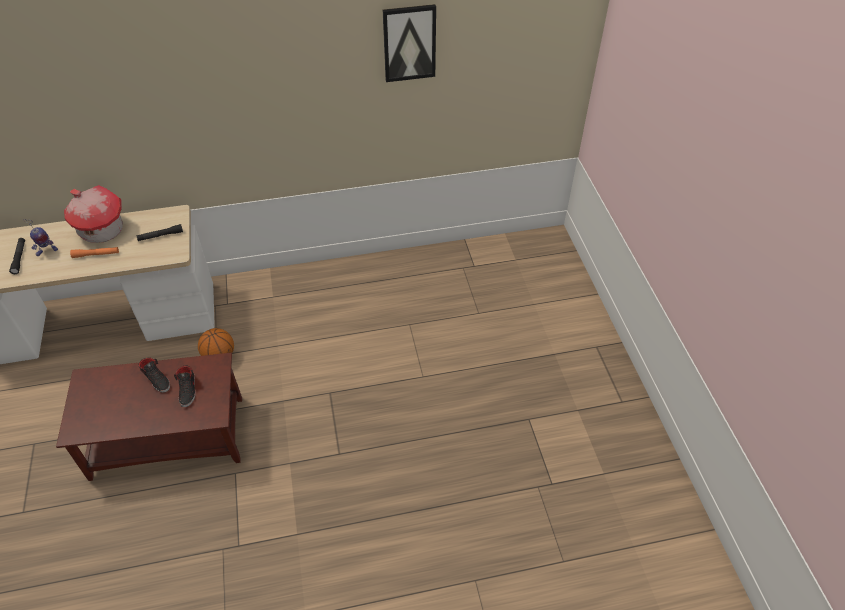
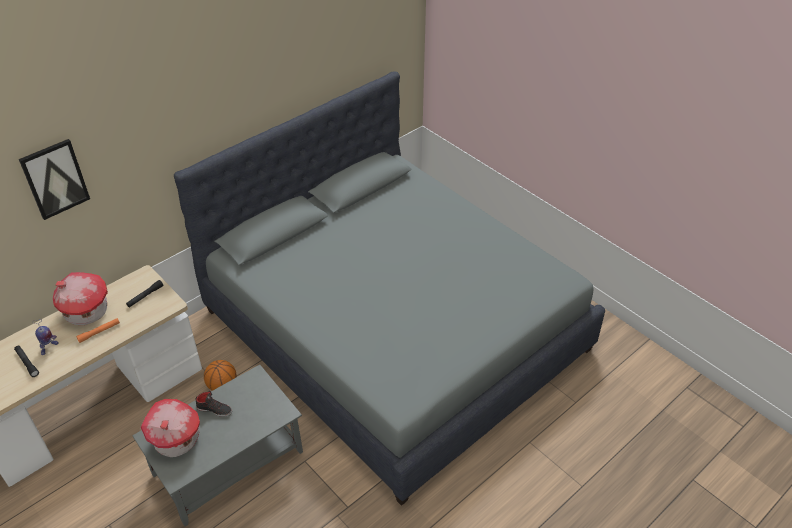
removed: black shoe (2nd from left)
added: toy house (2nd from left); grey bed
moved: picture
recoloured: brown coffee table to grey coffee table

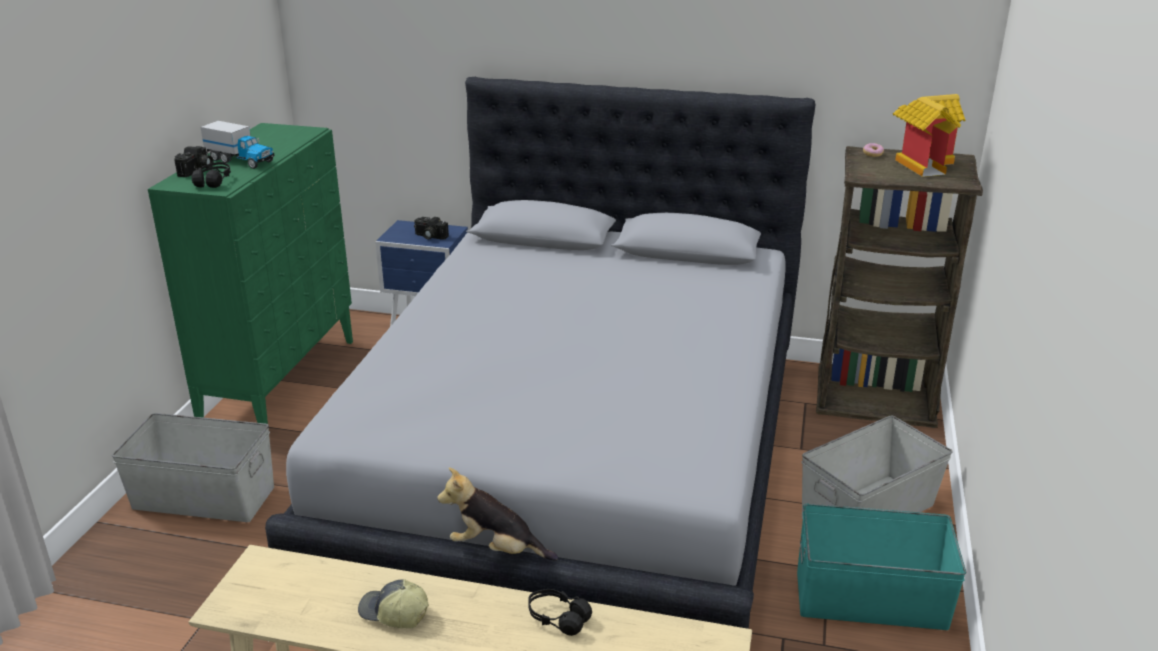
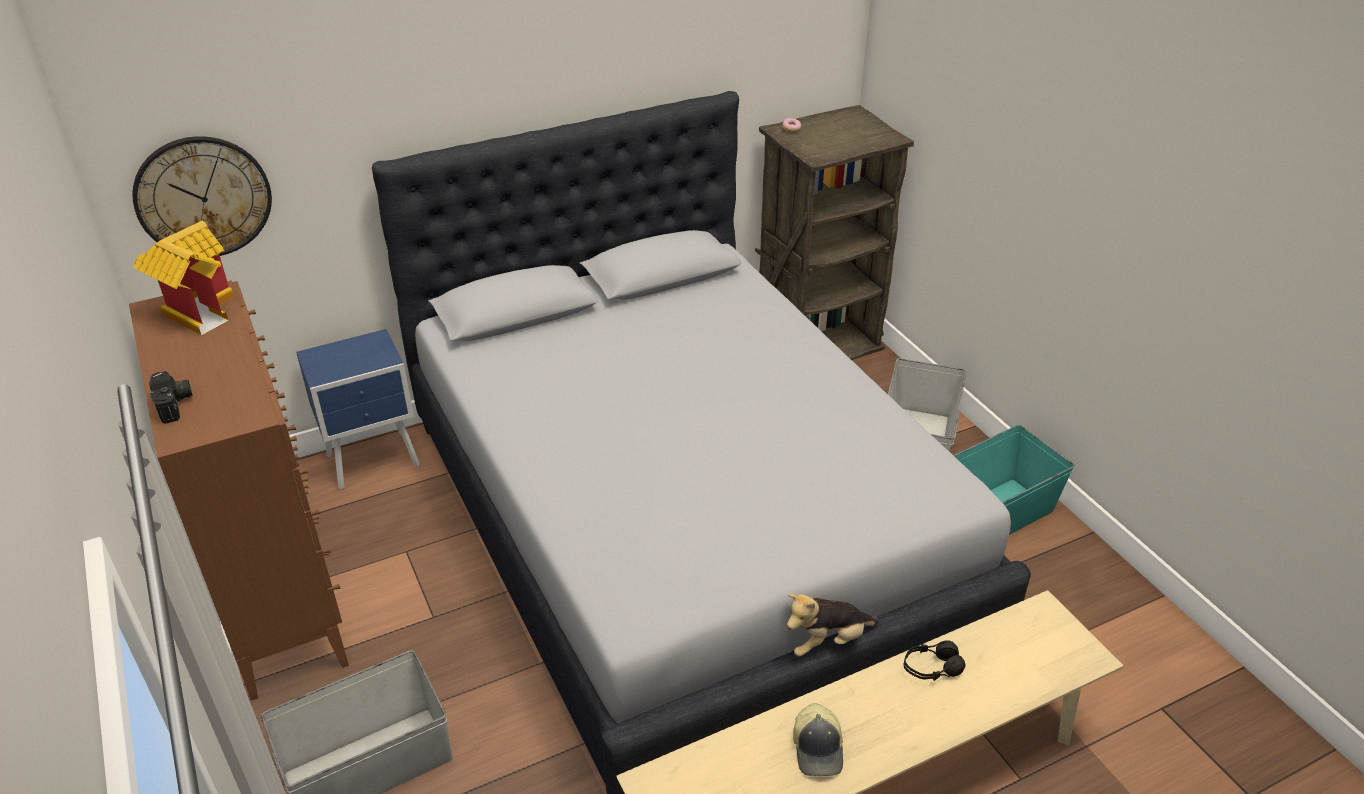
removed: black headphones (1st from left); toy truck; photo camera (2nd from left)
added: wall clock
moved: toy house
recoloured: green dresser to brown dresser
turned: cap 75 degrees counterclockwise

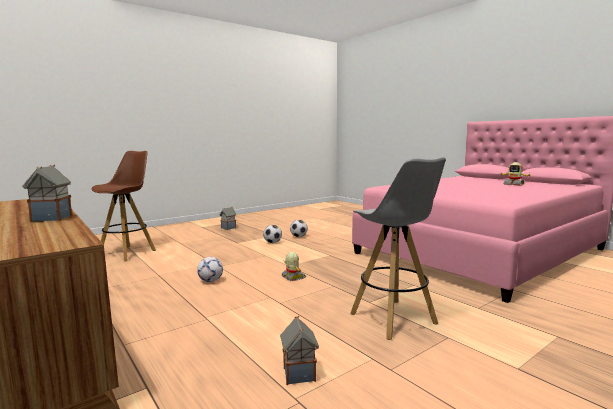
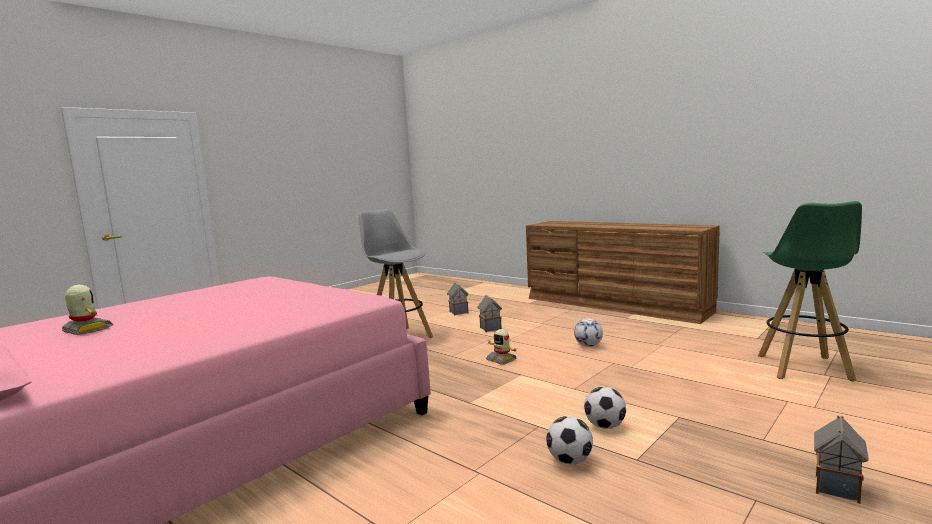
moved: toy house (1st from left in the first image) to toy house (2nd from left)
recoloured: brown stool to green stool

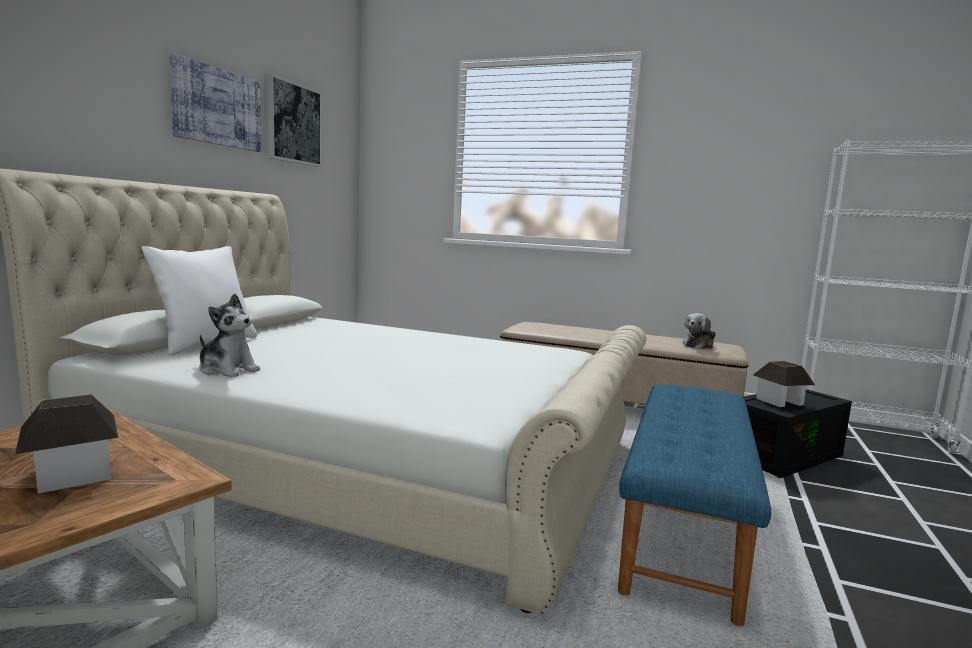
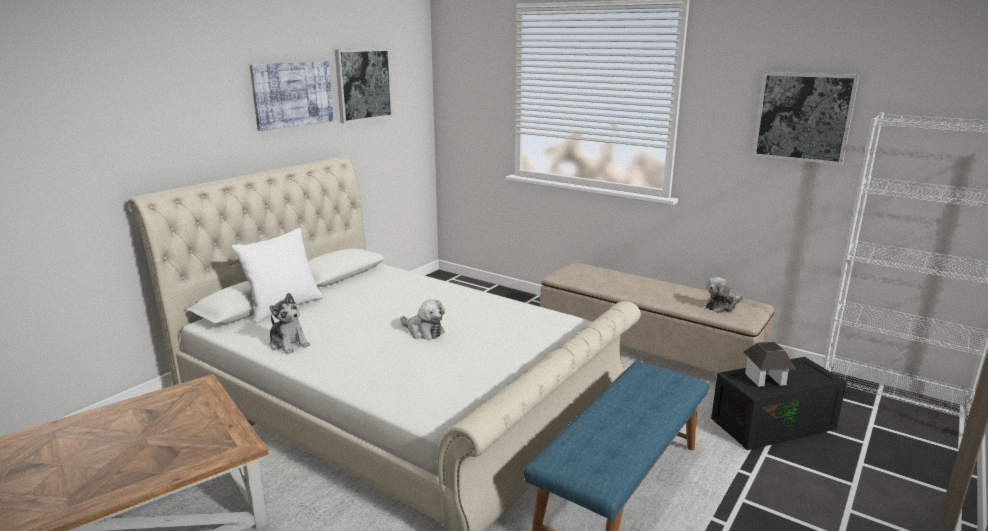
removed: toy house (1st from left)
added: plush toy (2nd from left); picture (3rd from left)

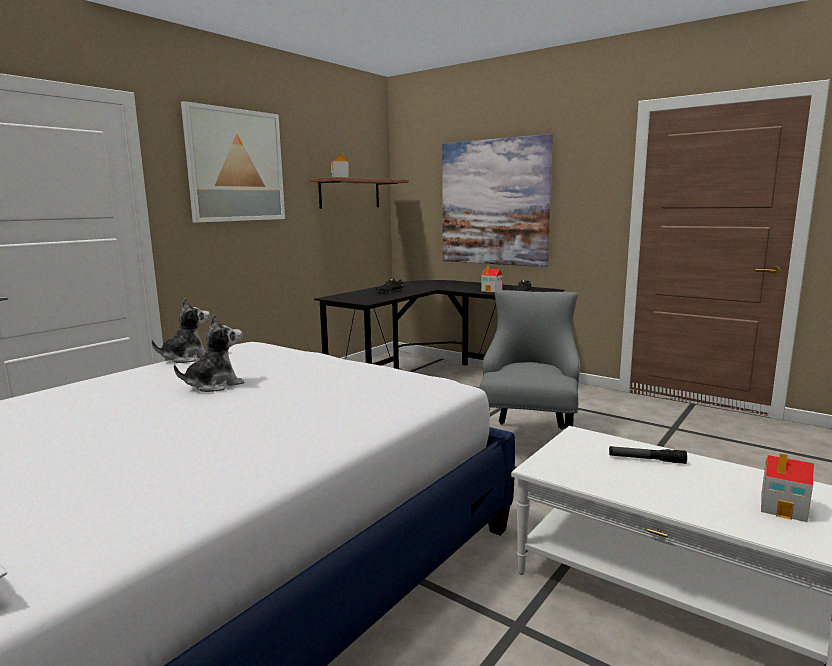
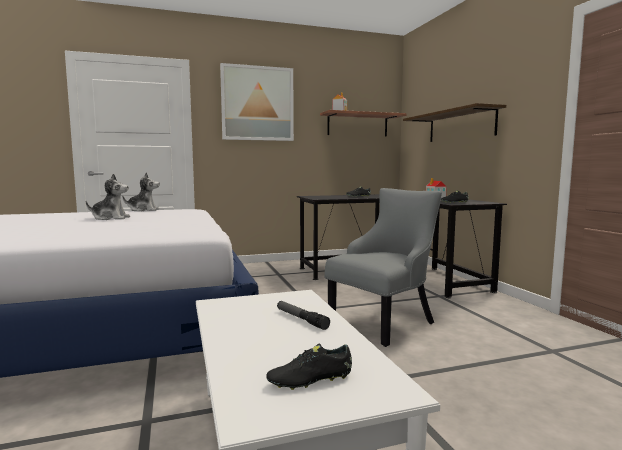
replaced: toy house (3rd from left) to black shoe (1st from left); picture (2nd from left) to shelf (2nd from left)

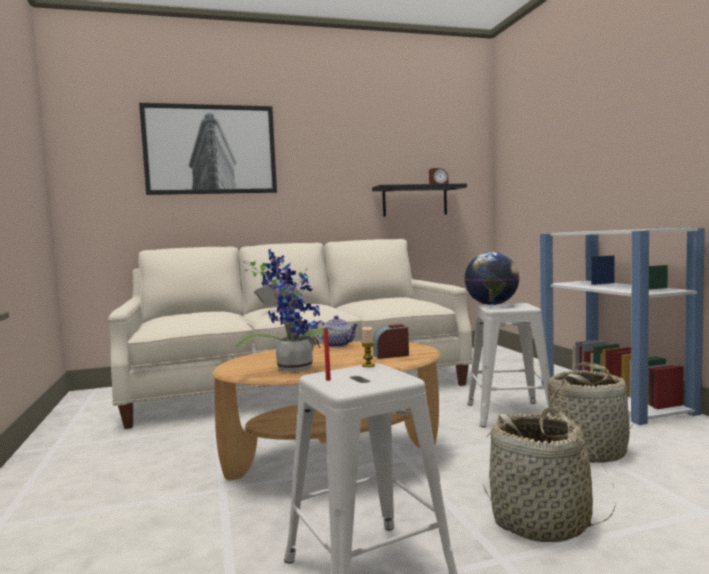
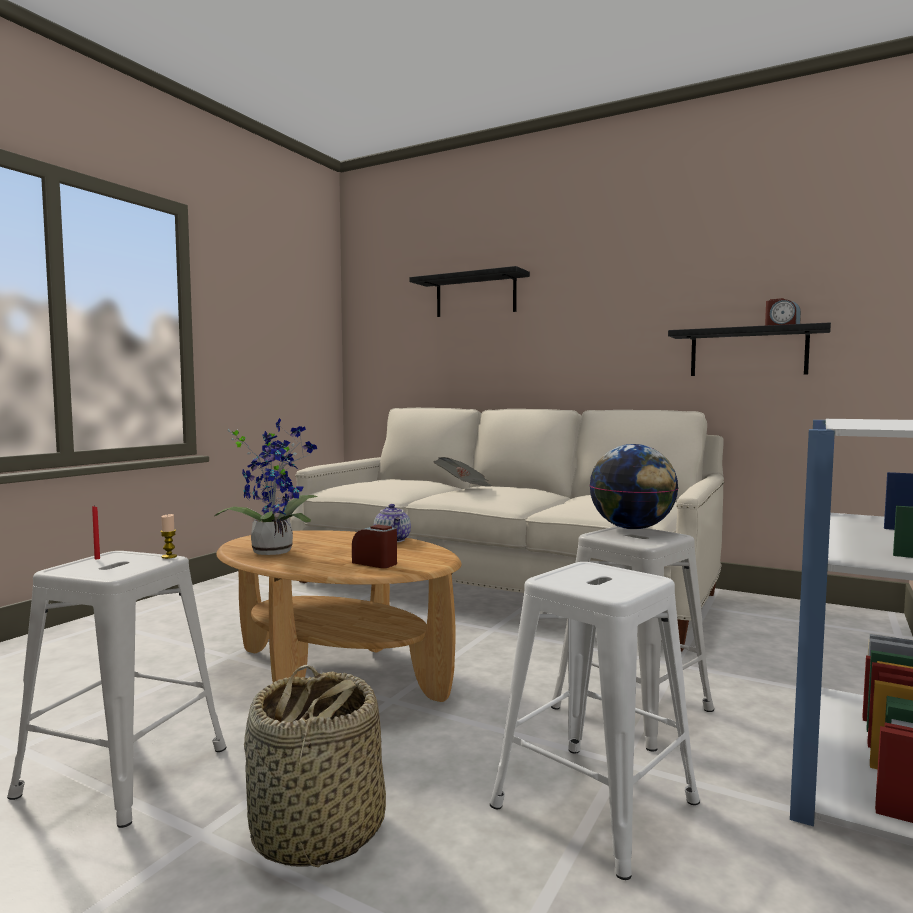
replaced: picture to black shelf (1st from left); basket (2nd from left) to white stool (2nd from left)

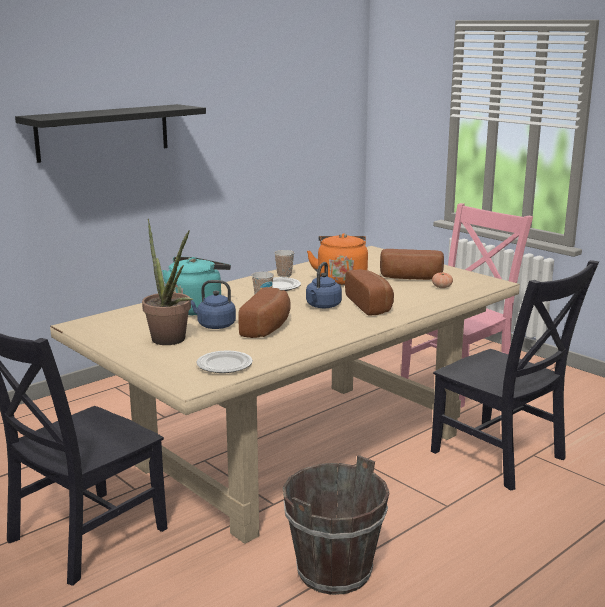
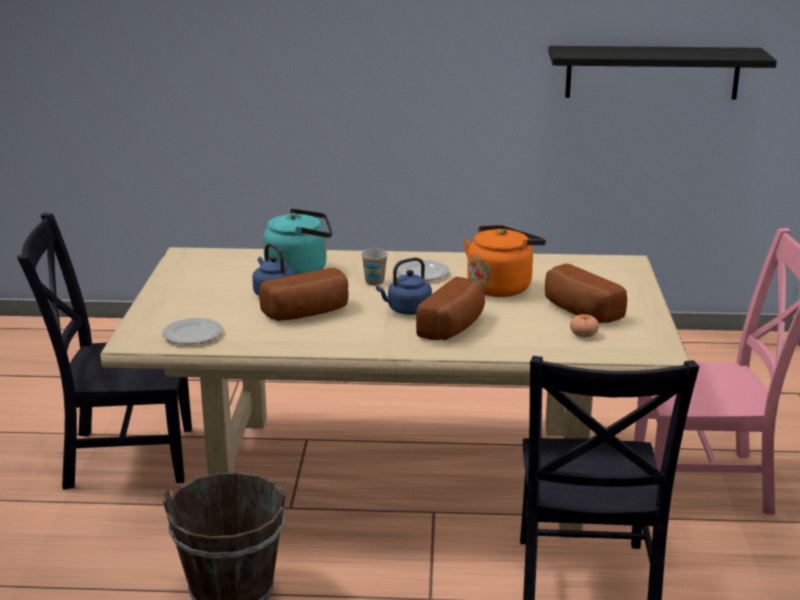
removed: potted plant; cup (2nd from left)
moved: black shelf

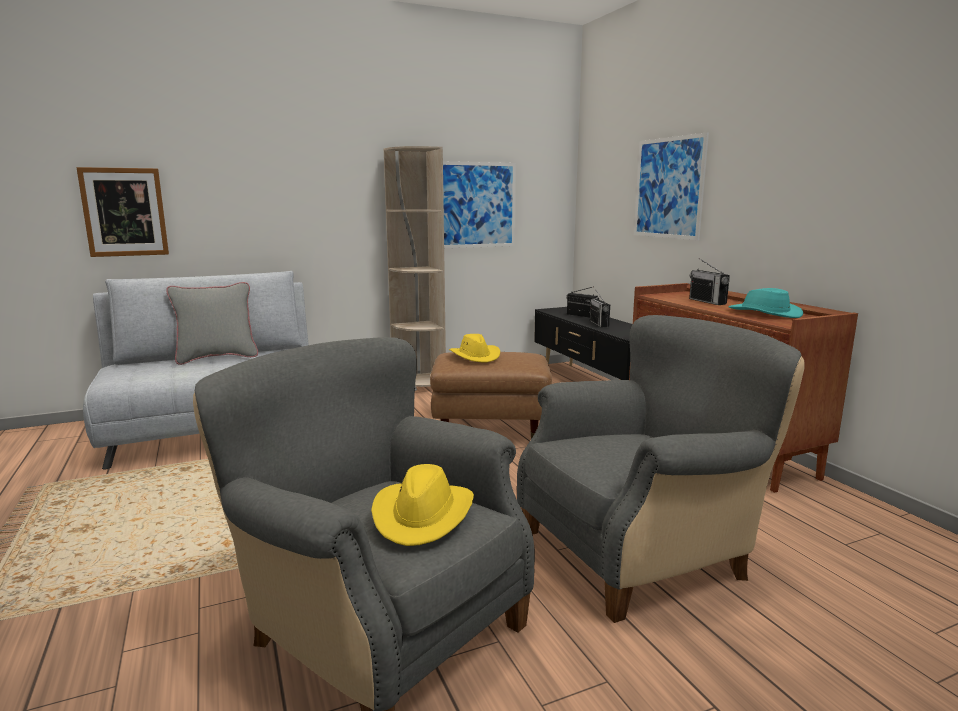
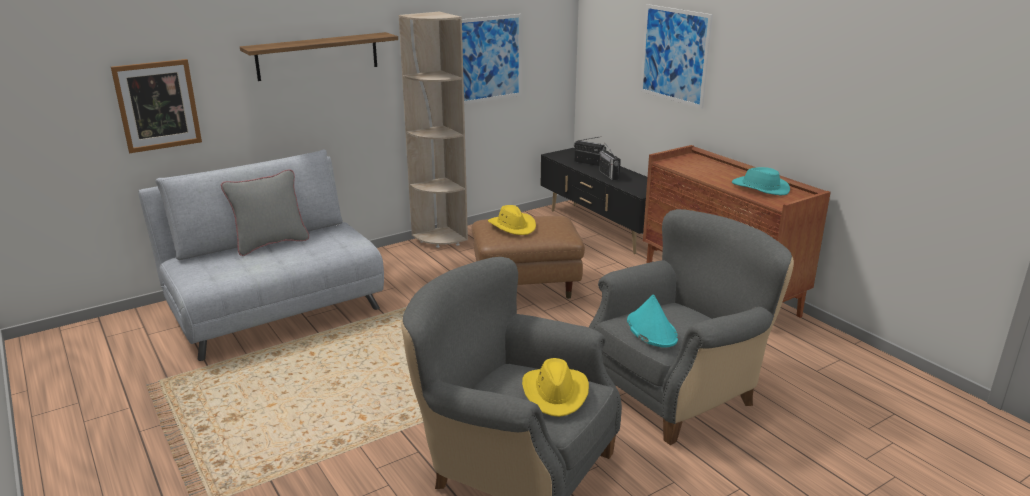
removed: radio (3rd from left)
added: shelf; turquoise hat (1st from left)

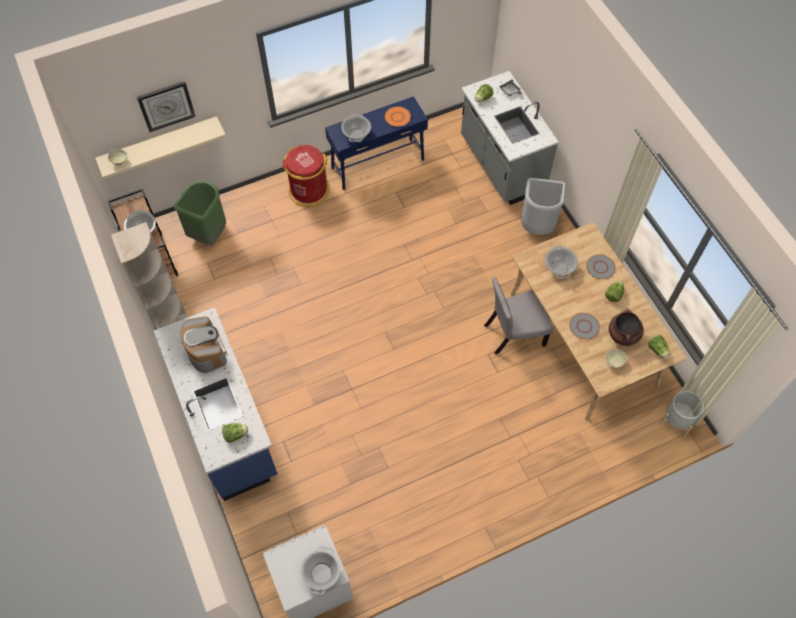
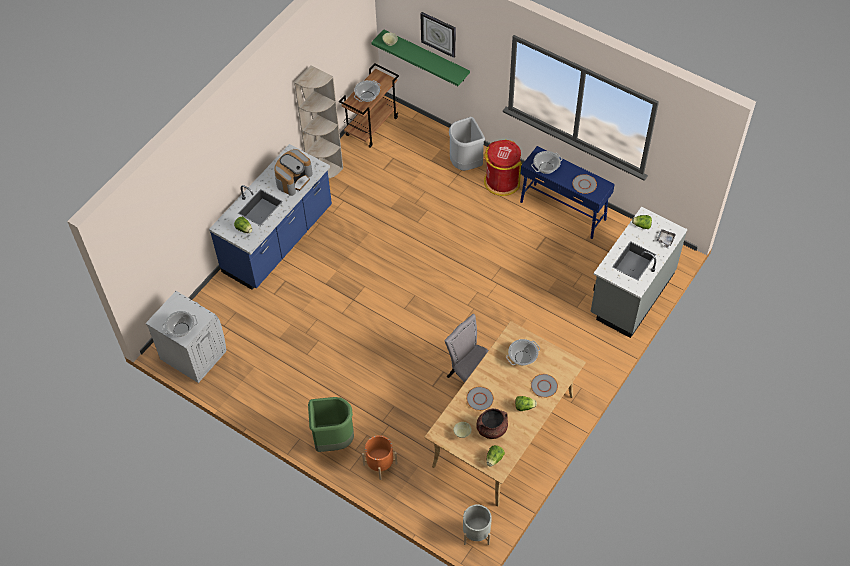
added: orange planter
moved: green trash can; grey trash can
recoloured: beige shelf to green shelf; orange plate to grey plate (3rd from left)

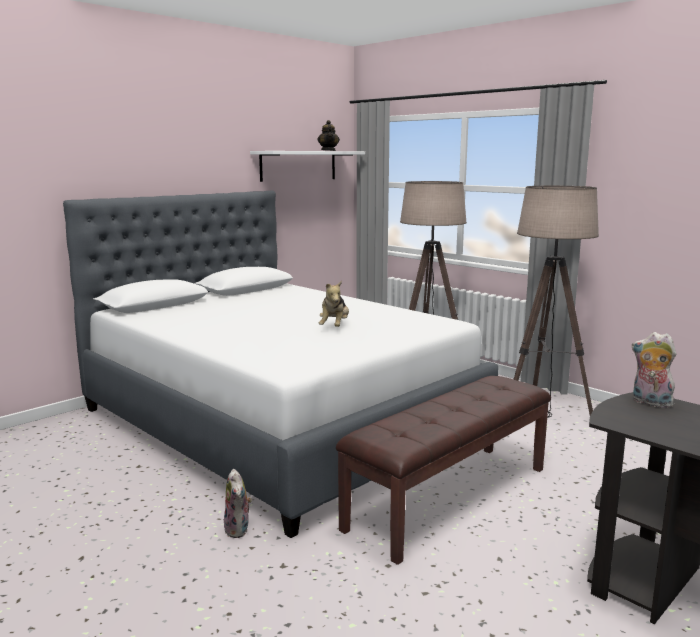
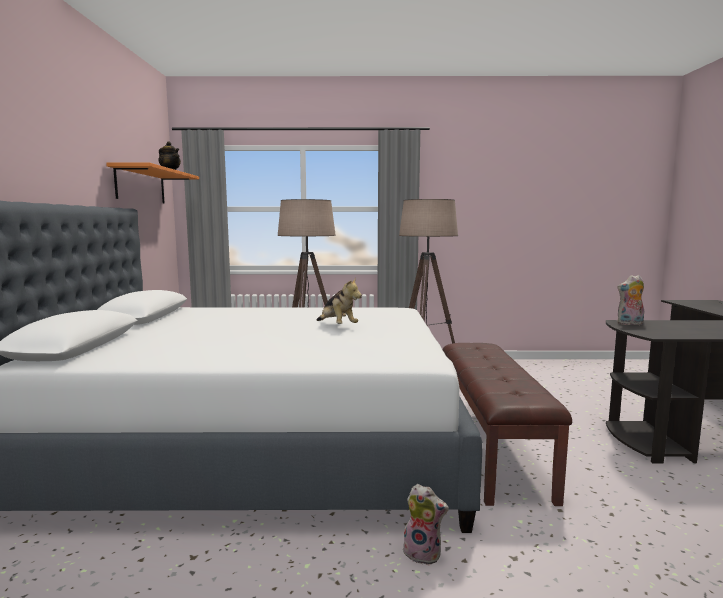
recoloured: white shelf to orange shelf

